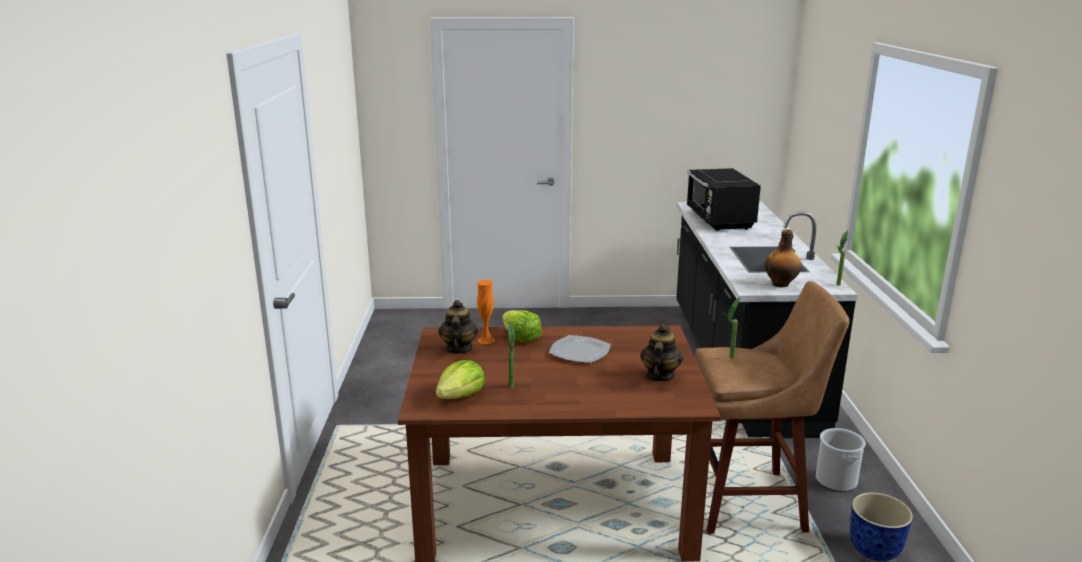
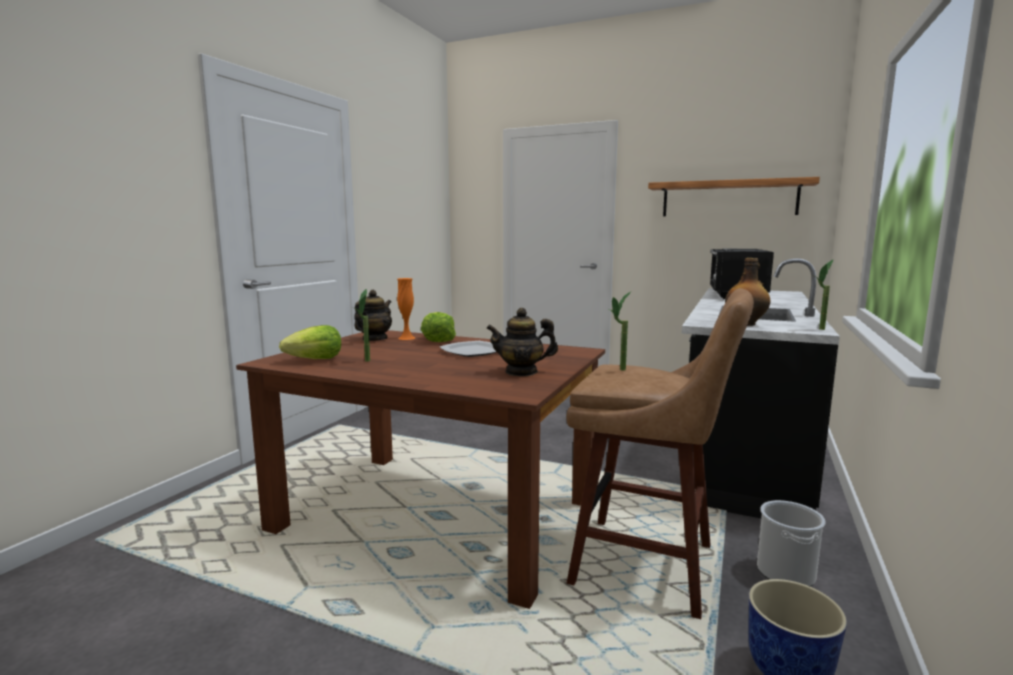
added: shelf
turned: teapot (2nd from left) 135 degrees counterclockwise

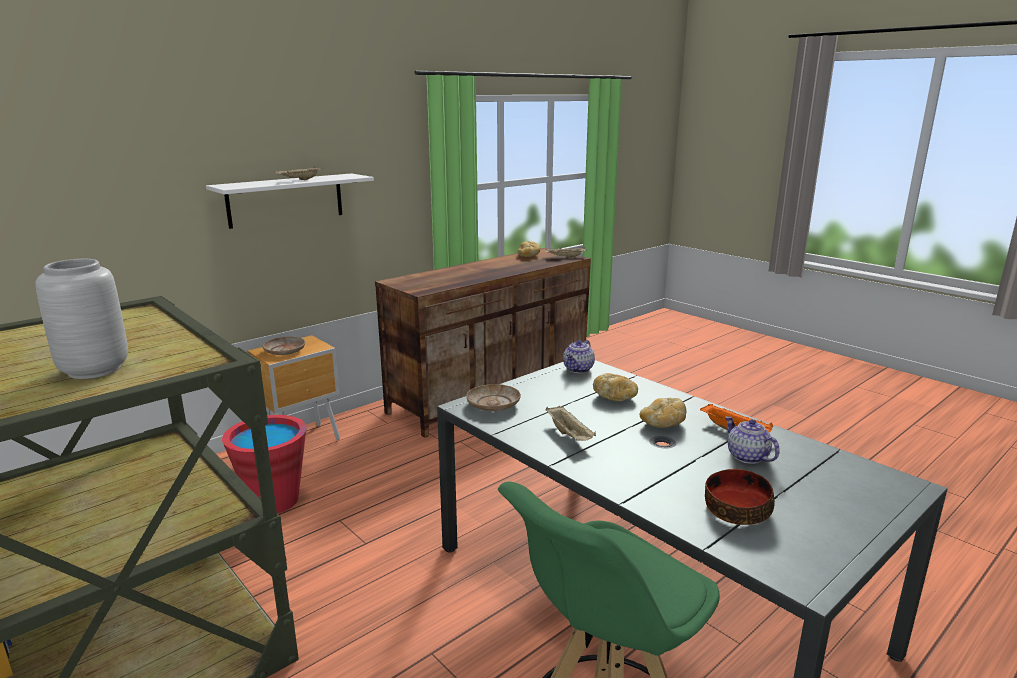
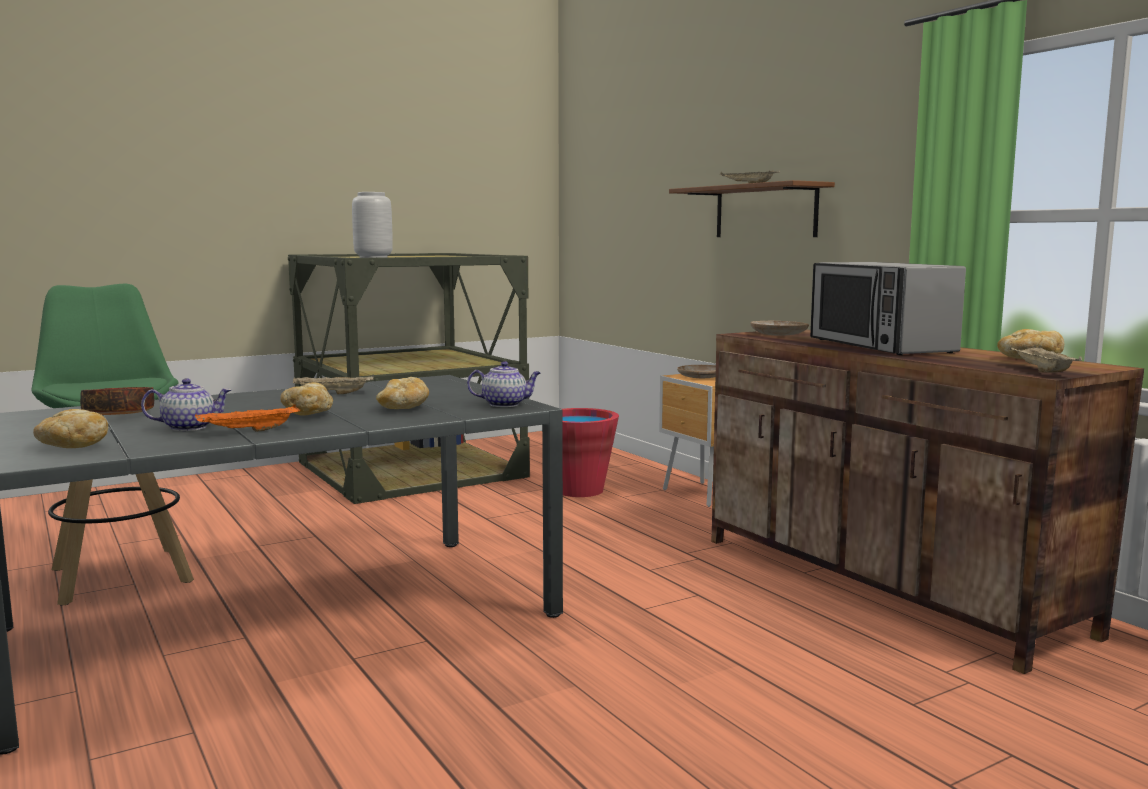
added: bread (1st from left); microwave
moved: beige plate (2nd from left)
recoloured: white shelf to brown shelf
turned: teapot (1st from left in the first image) 135 degrees clockwise

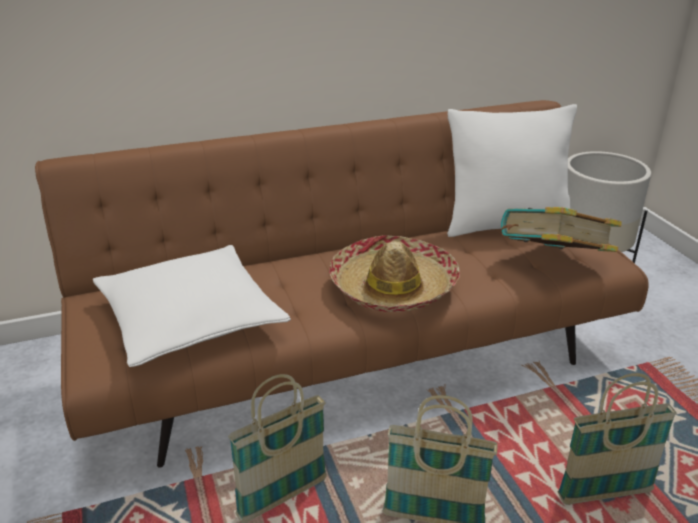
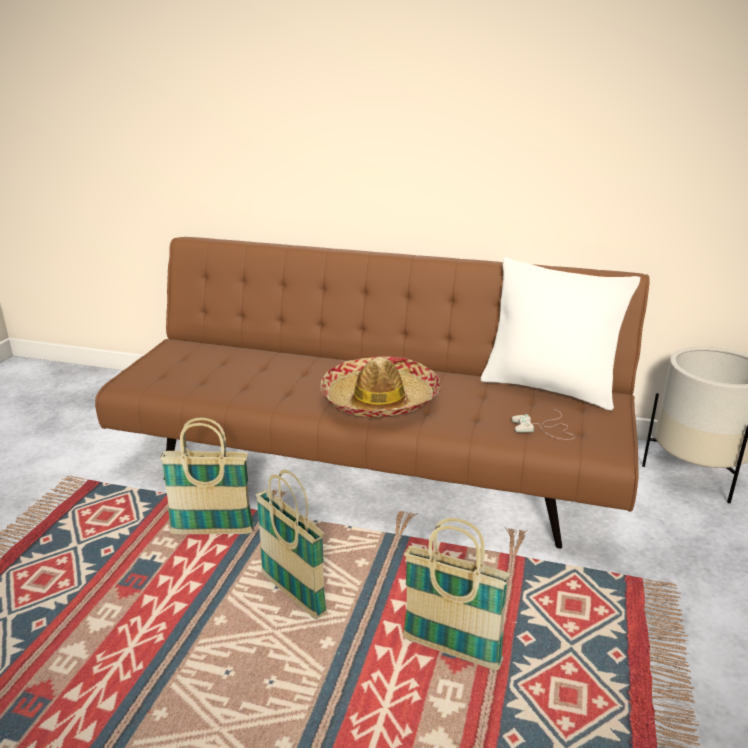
removed: white pillow (1st from left)
replaced: book to white game controller

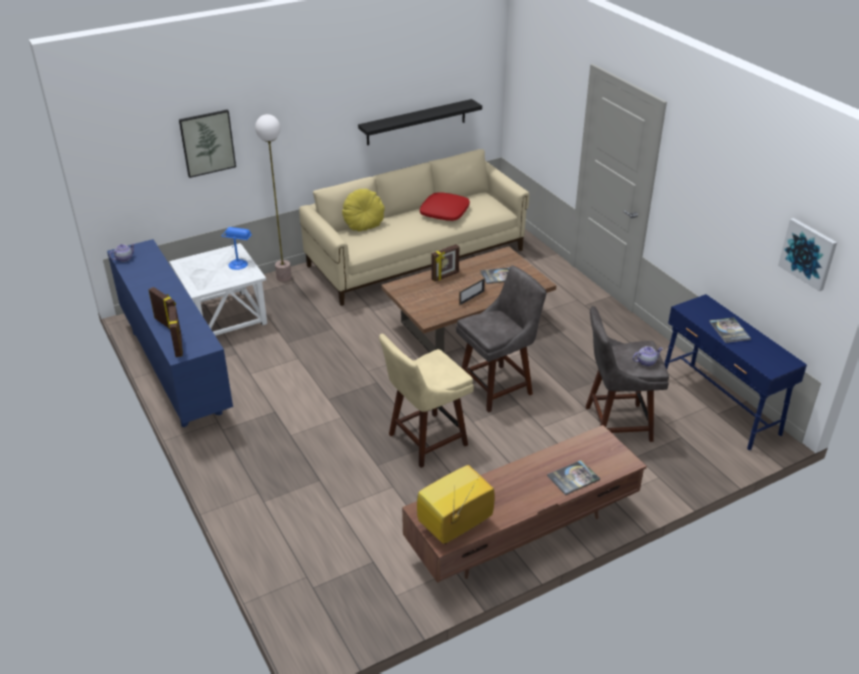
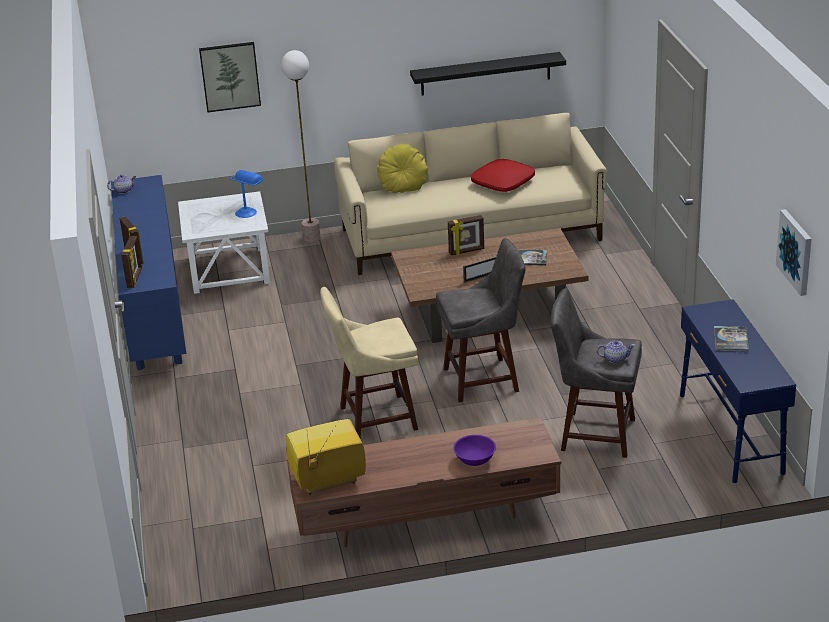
replaced: book (2nd from left) to purple bowl

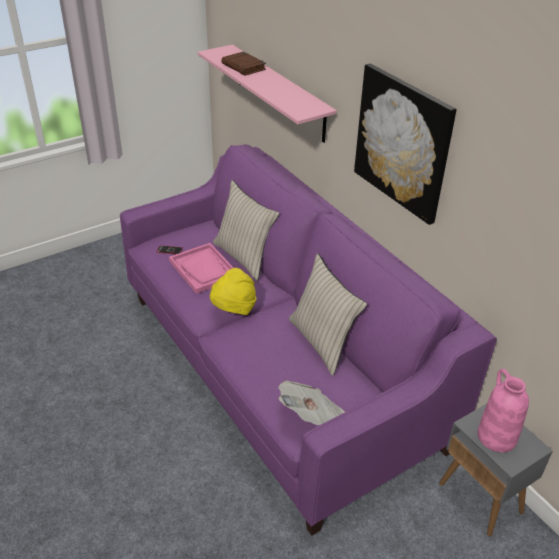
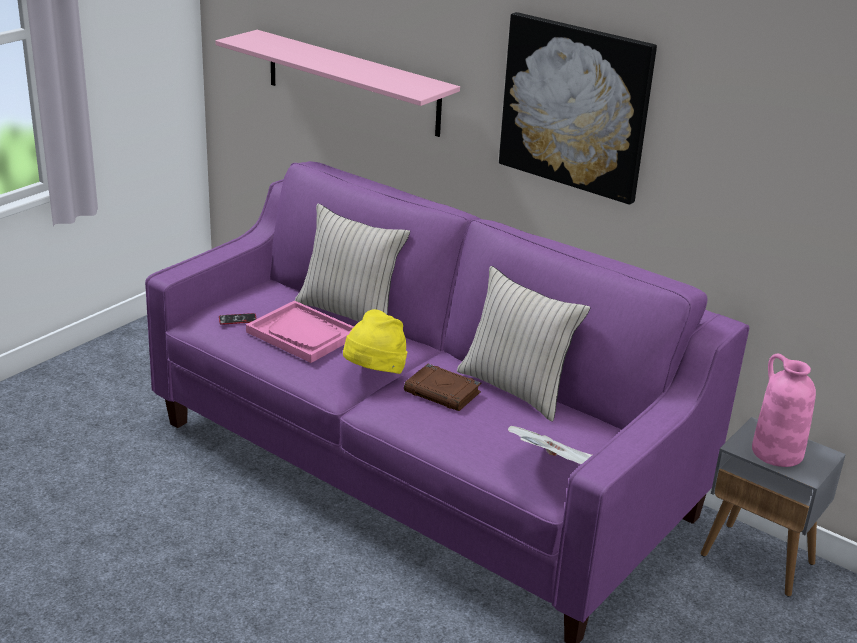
moved: brown book

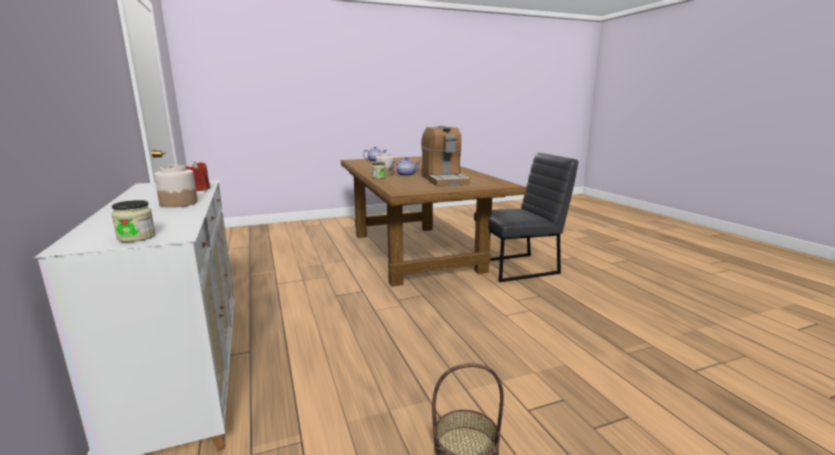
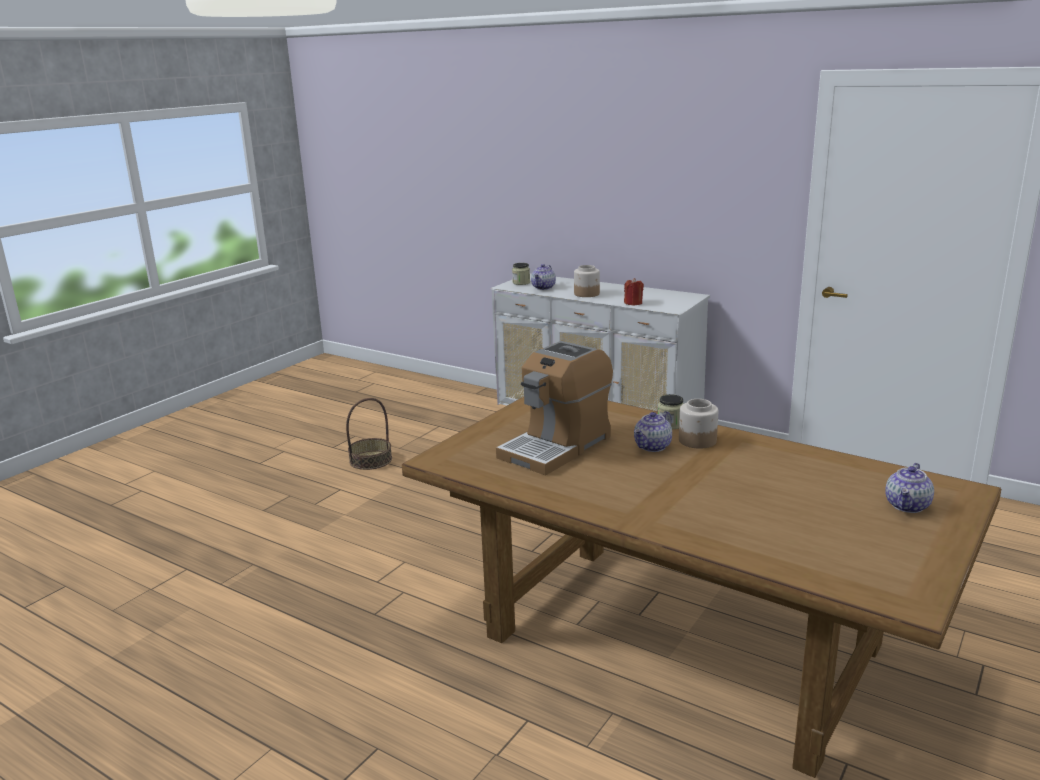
removed: grey chair
added: teapot (1st from left)
turned: coffee machine 90 degrees counterclockwise

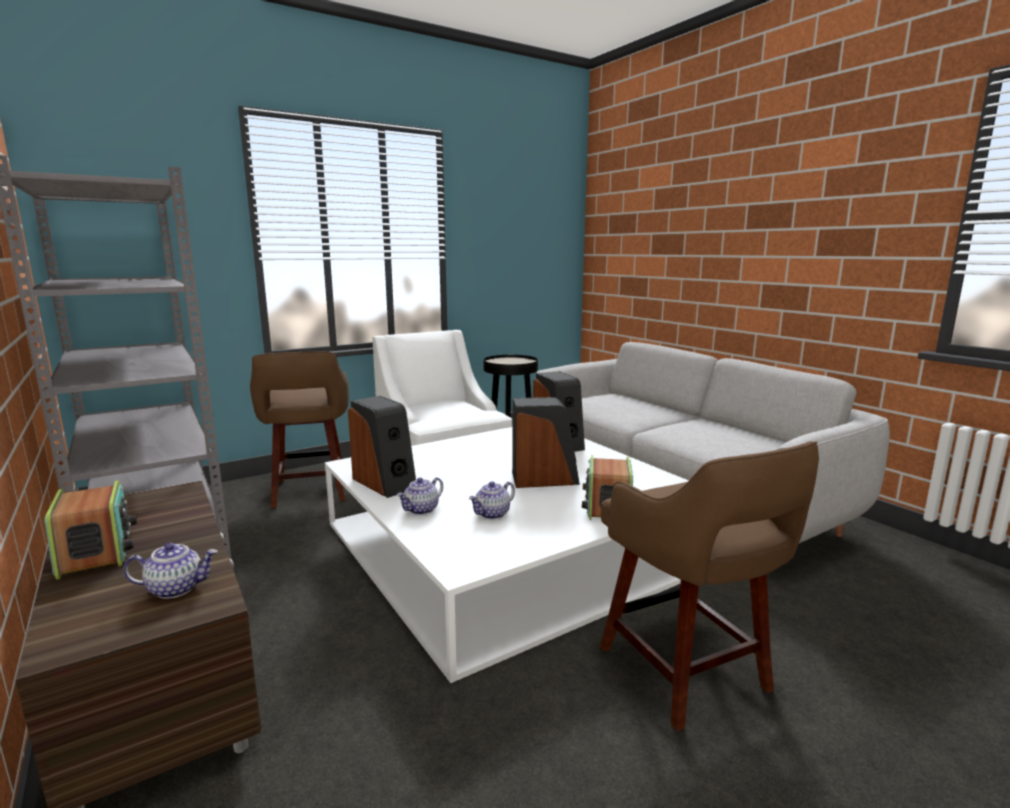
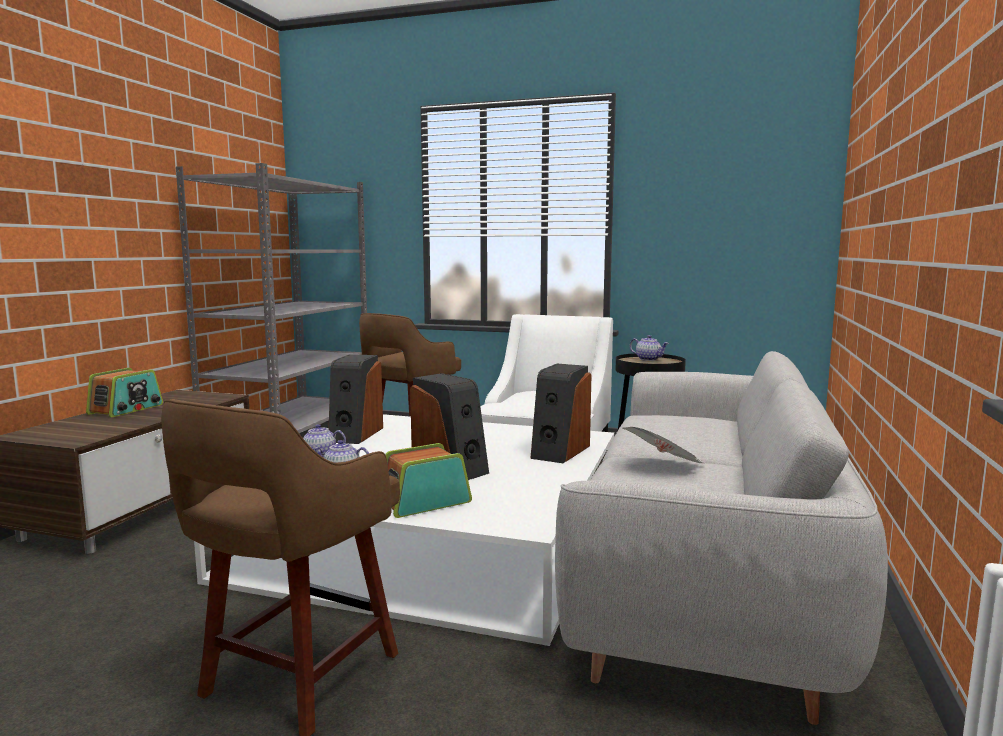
added: newspaper
moved: teapot (1st from left in the first image) to teapot (3rd from left)

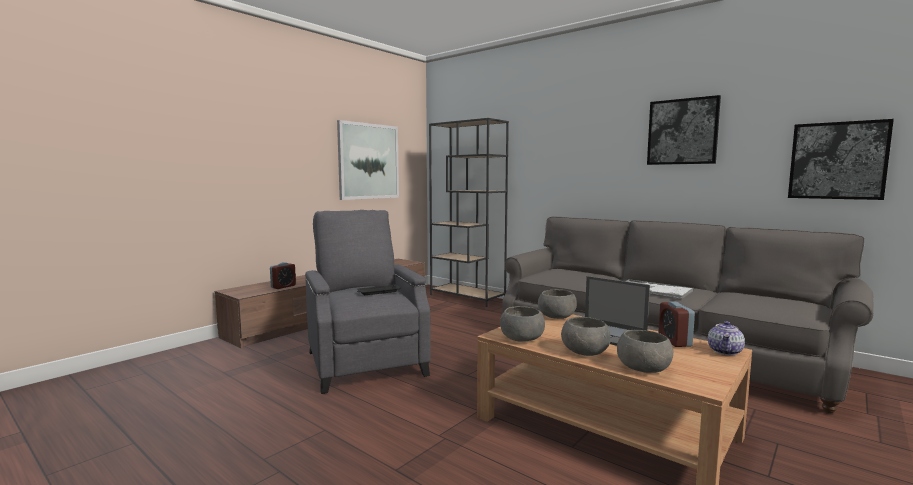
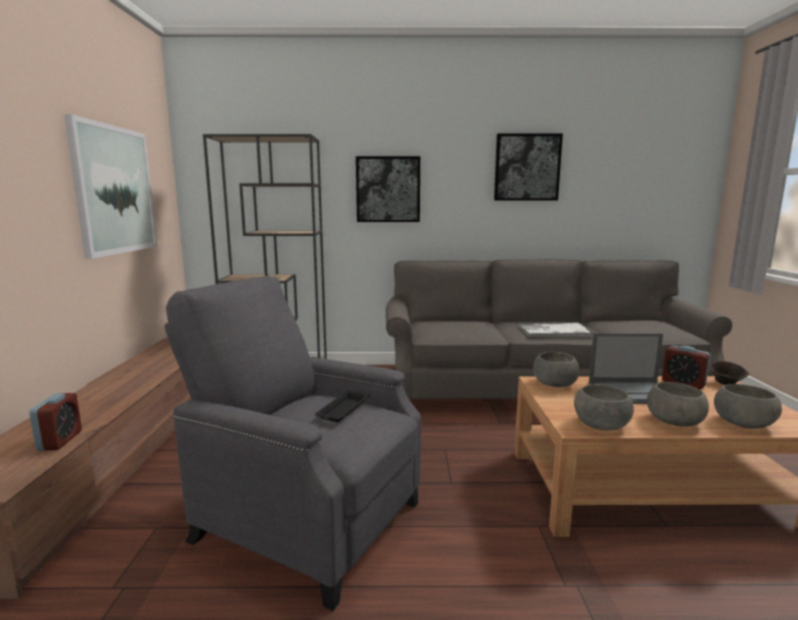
moved: picture (3rd from left in the first image) to picture (2nd from left)
replaced: teapot to brown bowl

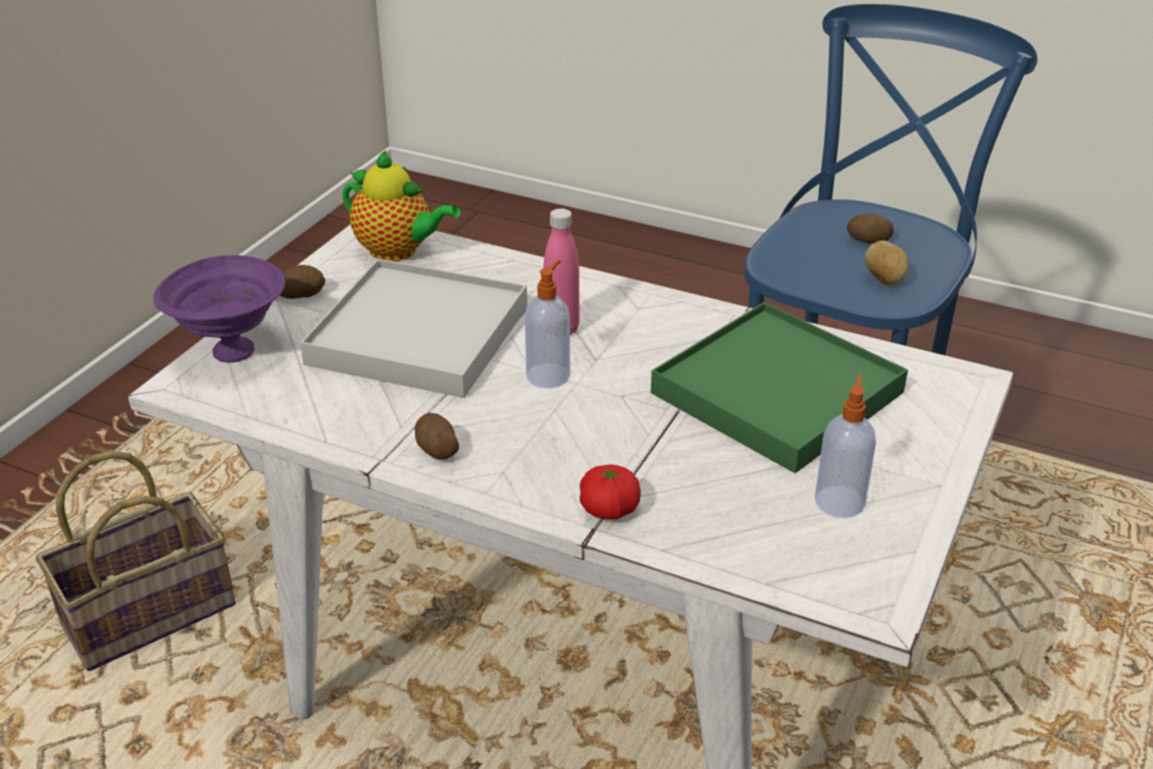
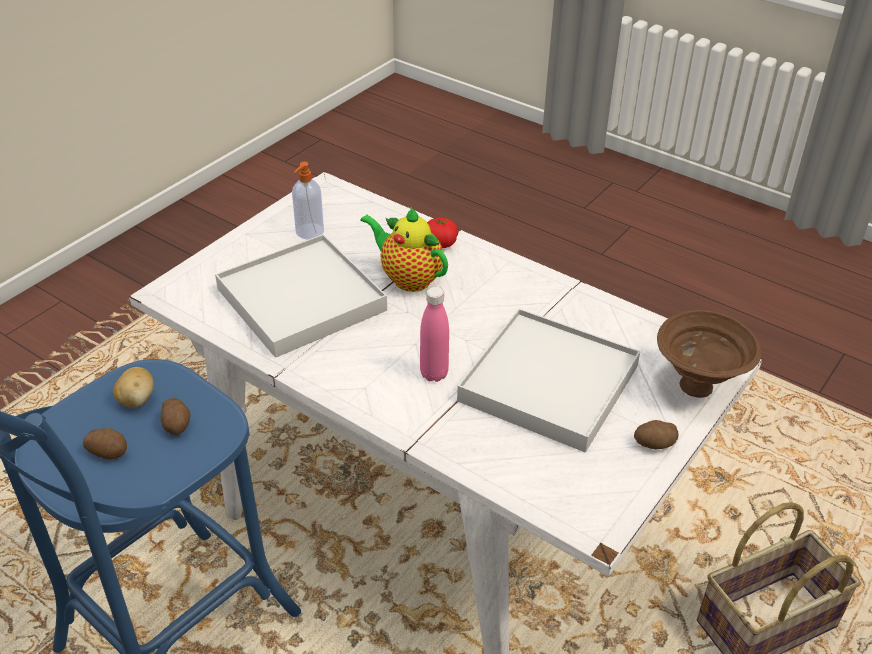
removed: soap dispenser (1st from left)
moved: potato (2nd from left in the first image) to potato (3rd from left); teapot
recoloured: green tray to white tray (1st from left); purple bowl to brown bowl

